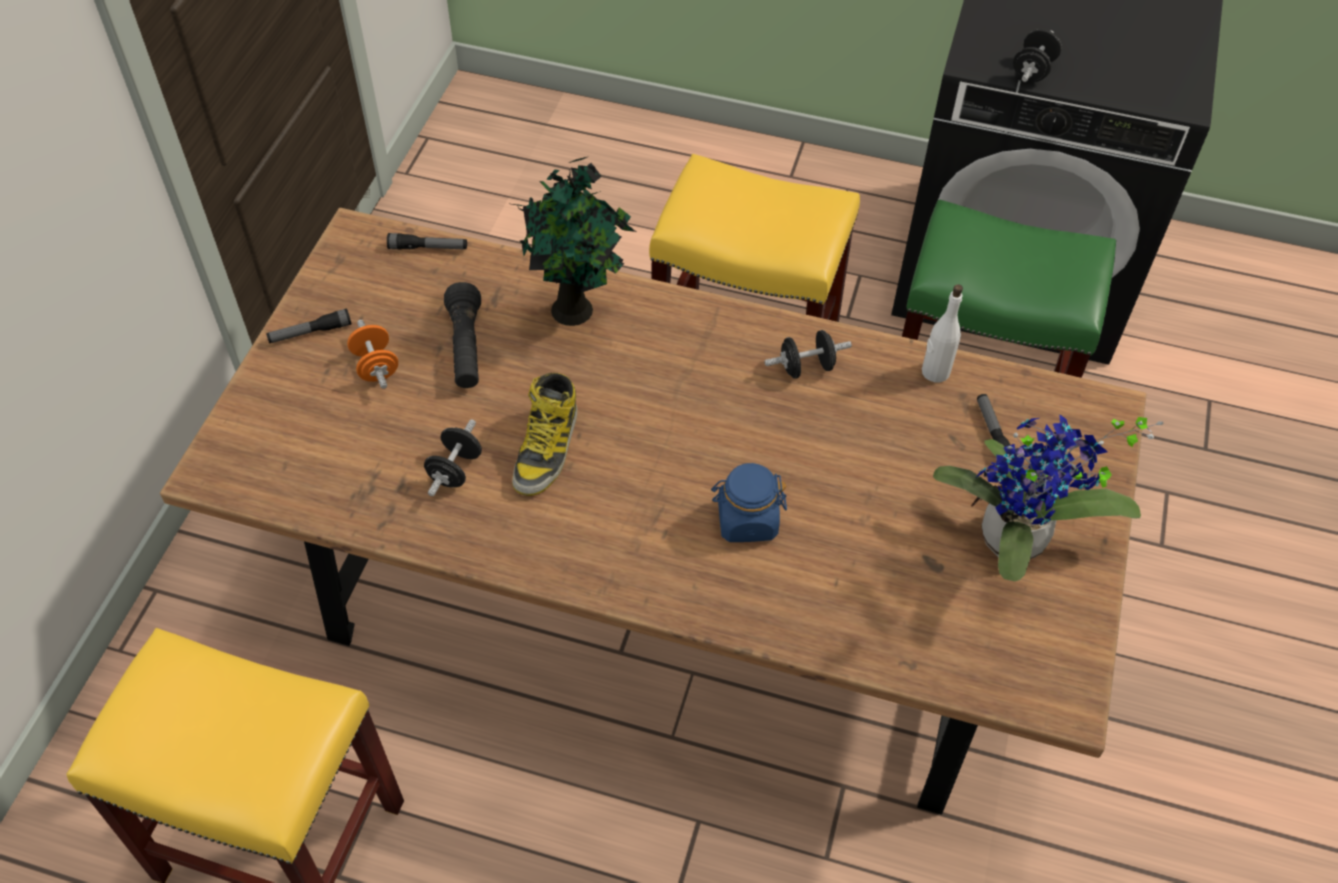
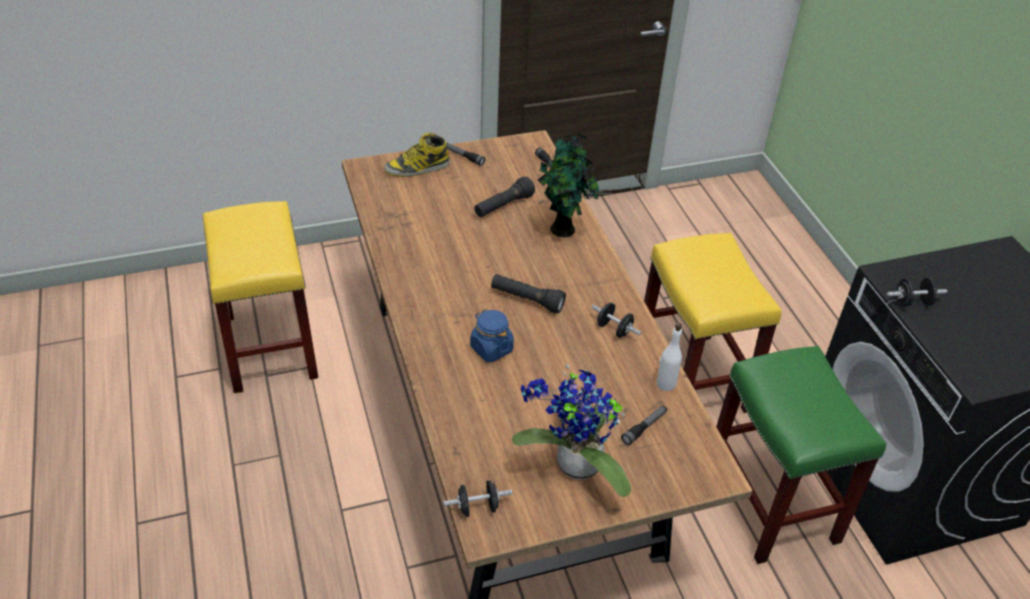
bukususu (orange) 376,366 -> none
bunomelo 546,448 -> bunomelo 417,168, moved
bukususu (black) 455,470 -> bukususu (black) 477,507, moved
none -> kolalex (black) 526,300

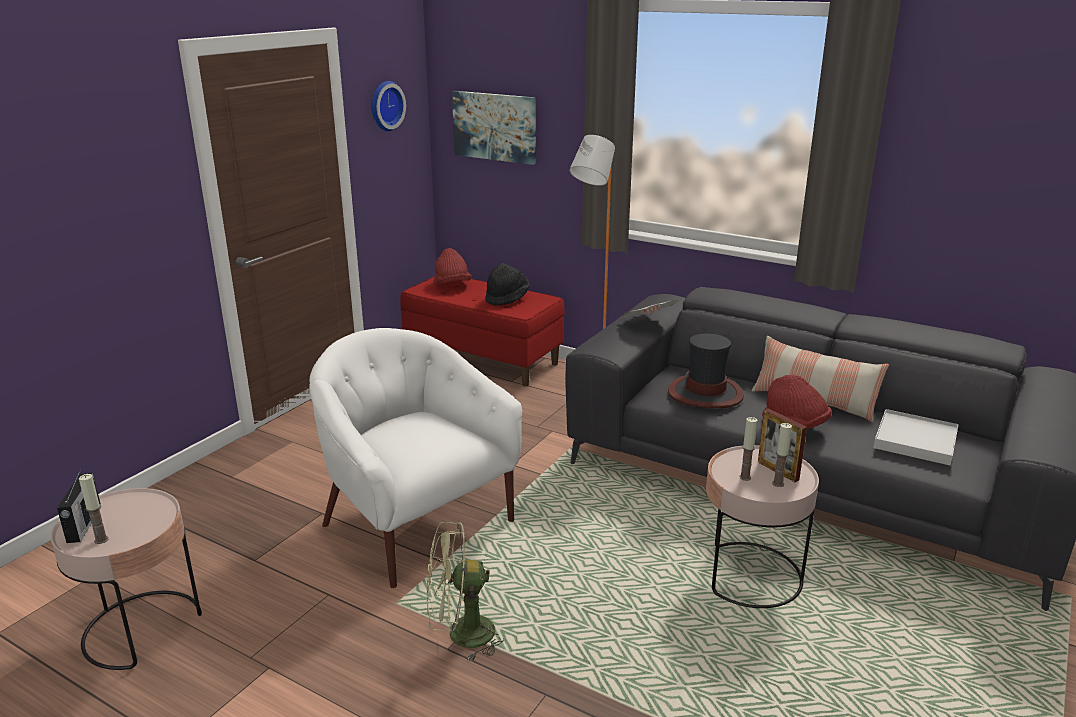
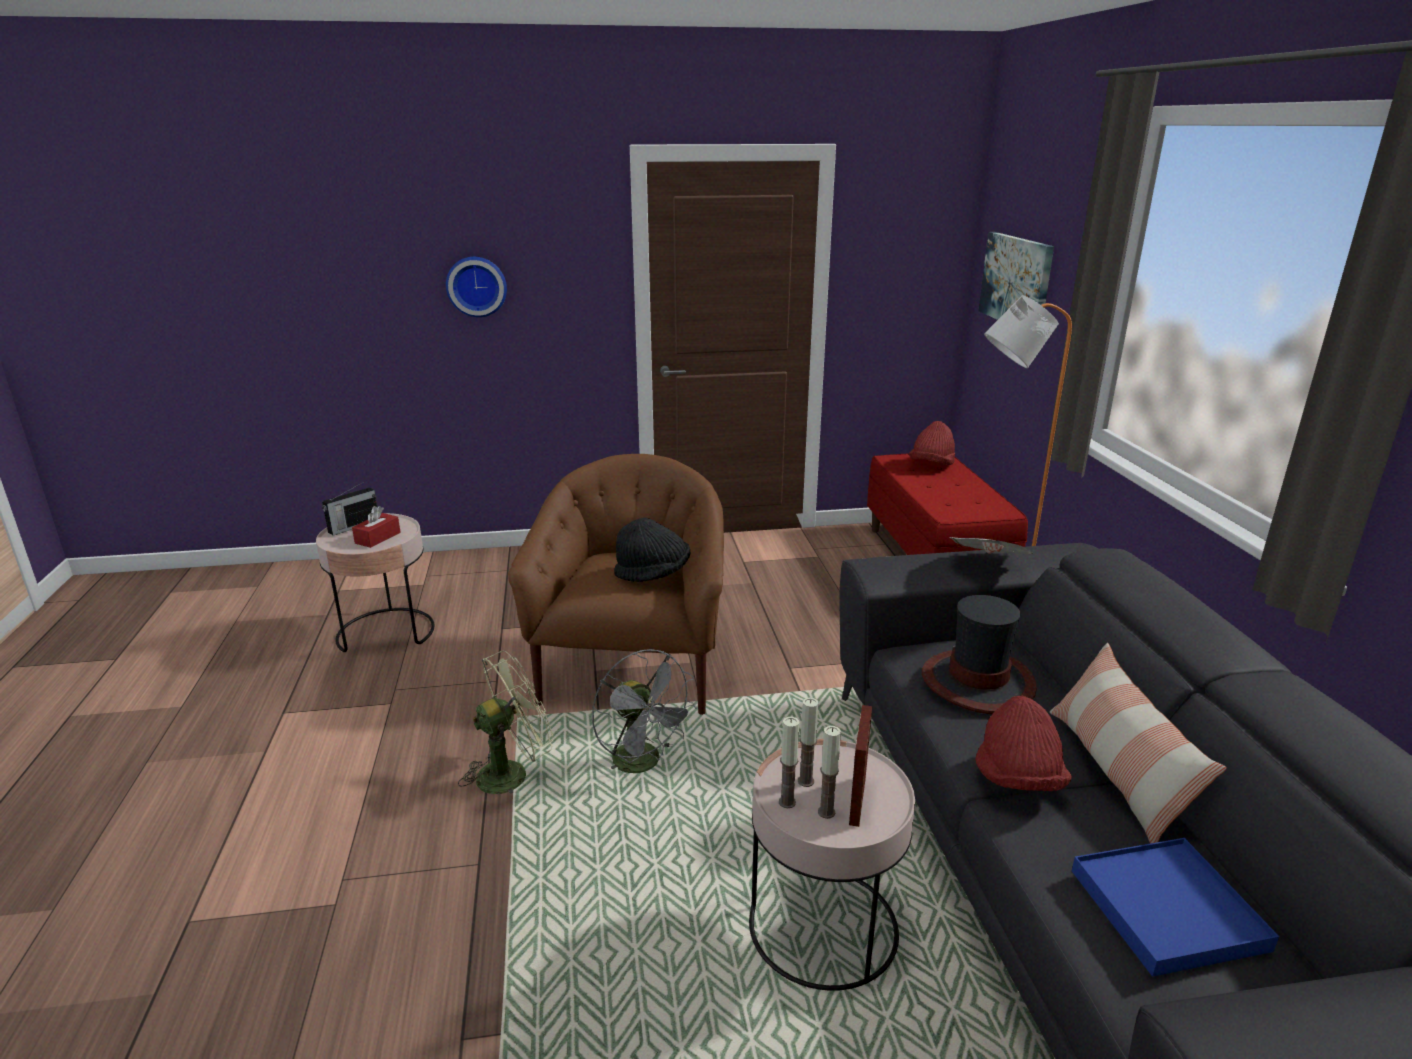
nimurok 385,105 -> nimurok 476,286, moved
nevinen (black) 507,298 -> nevinen (black) 653,574, moved
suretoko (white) 415,523 -> suretoko (brown) 633,668
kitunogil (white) 915,440 -> kitunogil (blue) 1167,909
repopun 101,540 -> repopun 787,802, moved
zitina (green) 461,635 -> zitina (green) 512,772, 105 degrees clockwise
none -> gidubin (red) 378,538
none -> zitina (grey) 644,764

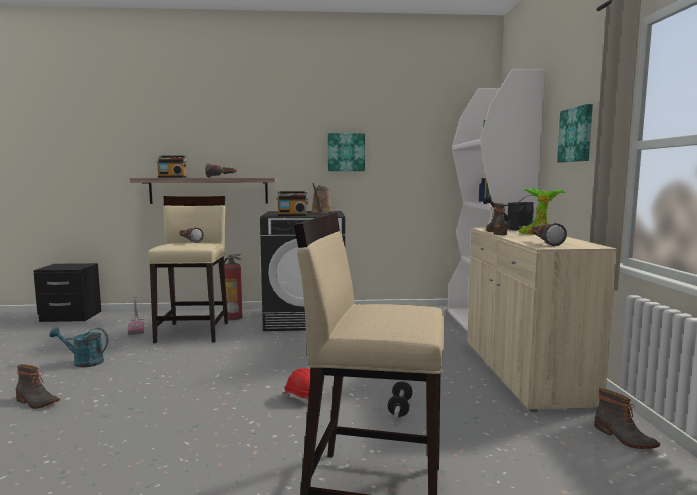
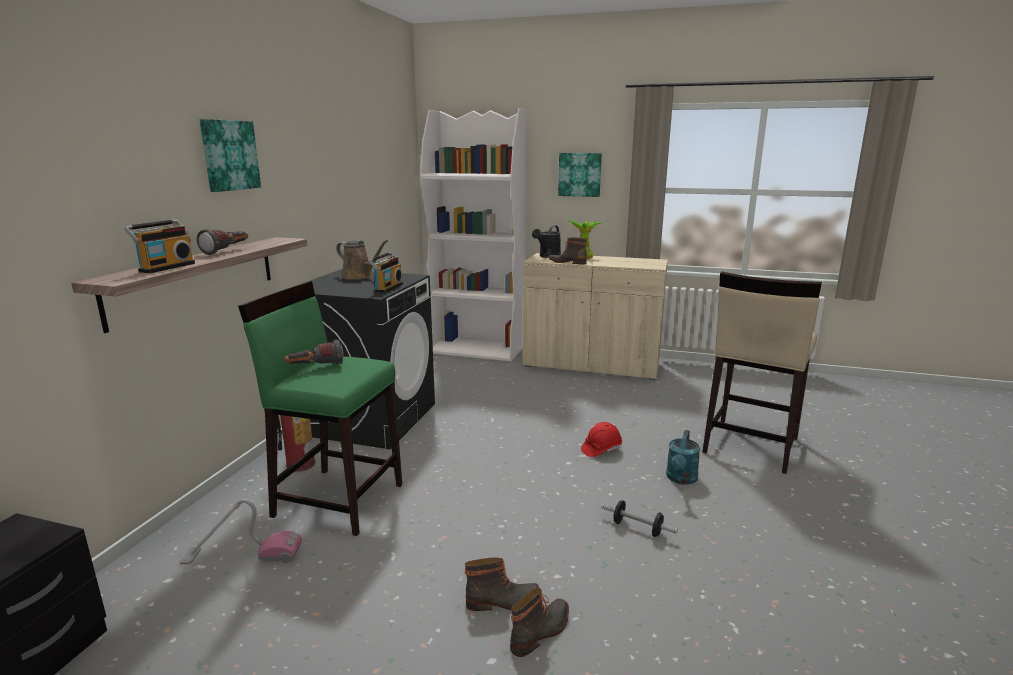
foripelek 346,152 -> foripelek 229,155, moved
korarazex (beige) 193,332 -> korarazex (green) 338,499
kolalex 544,243 -> none
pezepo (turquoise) 83,362 -> pezepo (turquoise) 681,479, moved
bukususu 400,408 -> bukususu 637,528, moved
bunomelo 624,438 -> bunomelo 503,601, moved

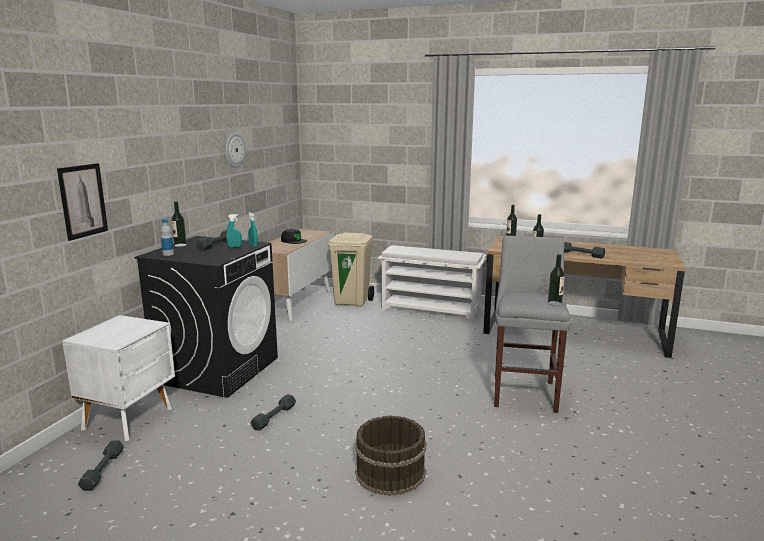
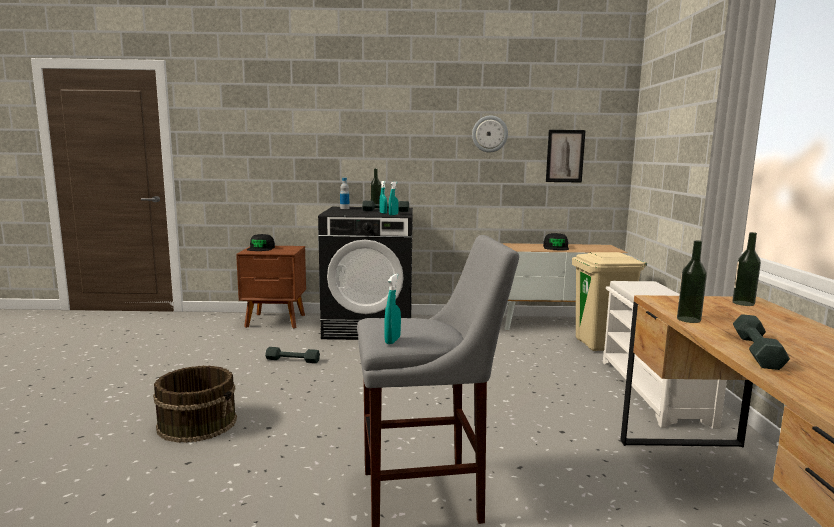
foripelek 83,201 -> foripelek 565,156, moved
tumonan 554,303 -> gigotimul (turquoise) 392,340
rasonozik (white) 130,418 -> rasonozik (brown) 276,321
bukususu (grey) 102,470 -> none
none -> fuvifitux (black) 261,248

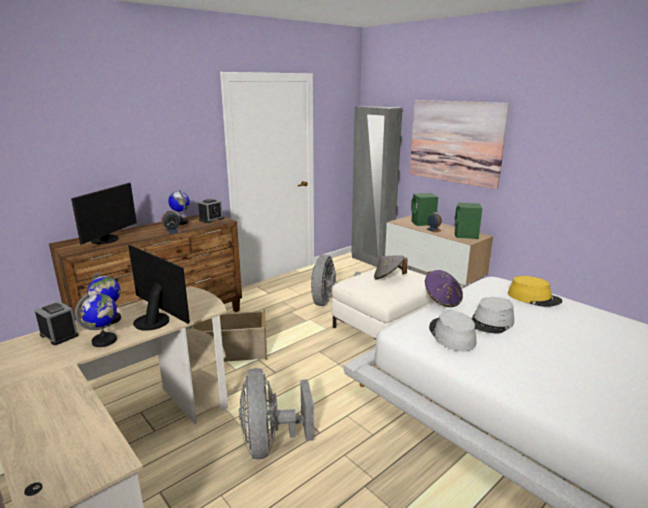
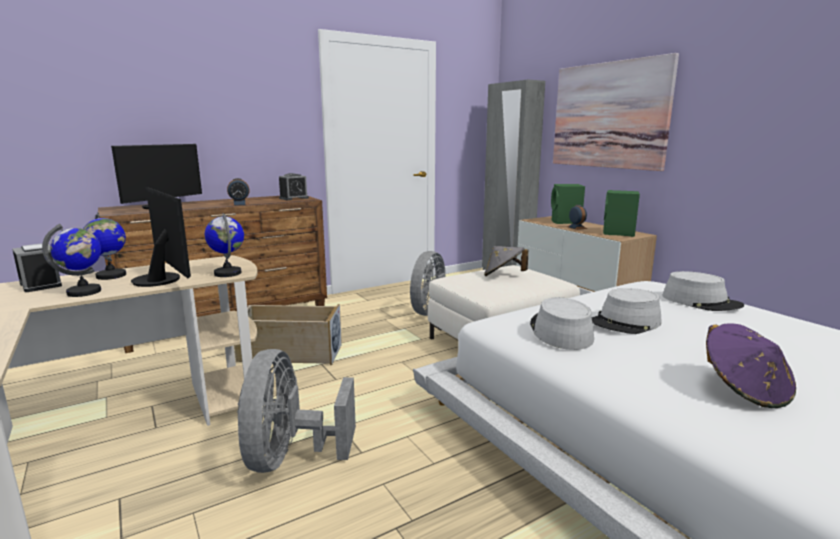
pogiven 181,222 -> pogiven 228,273, moved
nevinen (purple) 442,300 -> nevinen (purple) 744,390, moved
nevinen (yellow) 534,298 -> nevinen (grey) 701,301

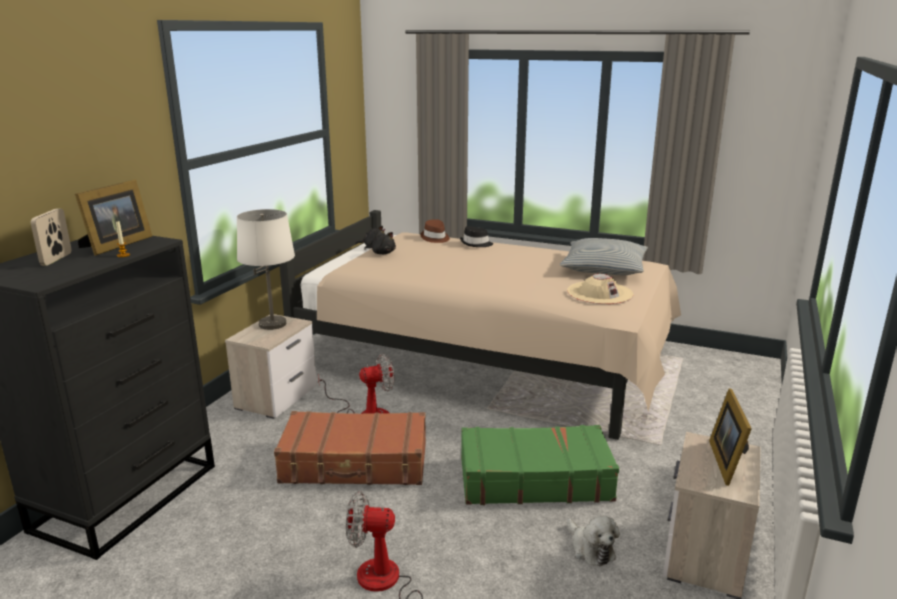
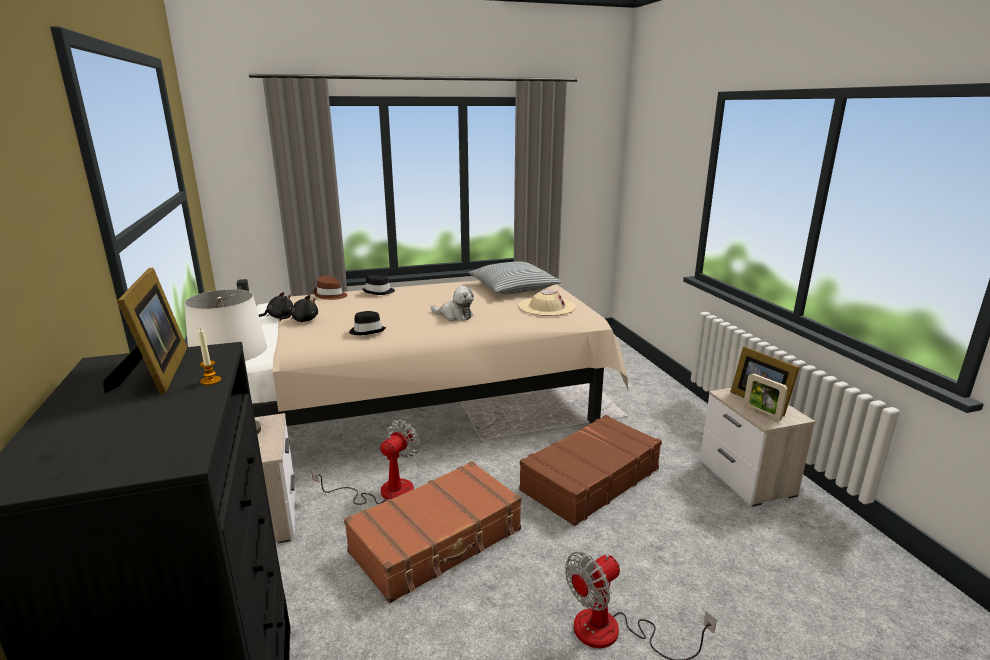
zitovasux 56,259 -> zitovasux 761,414, moved
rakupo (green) 534,478 -> rakupo (brown) 589,479
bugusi 590,548 -> bugusi 454,316, moved
none -> nevinen (black) 367,331

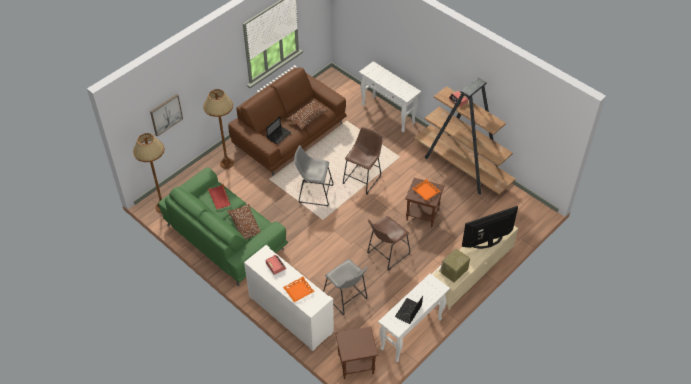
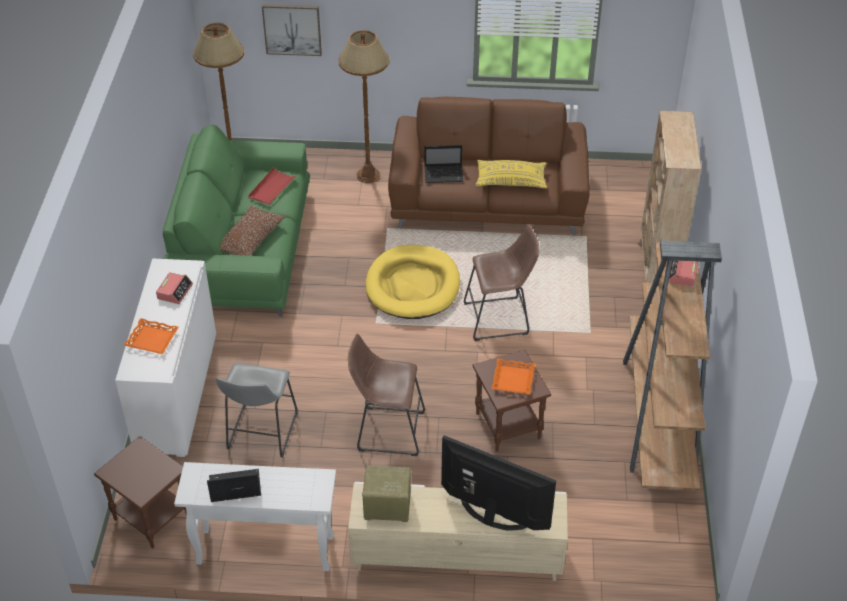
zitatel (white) 388,114 -> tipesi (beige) 656,271
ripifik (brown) 307,117 -> ripifik (yellow) 511,181
korarazex (grey) 313,193 -> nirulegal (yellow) 413,285

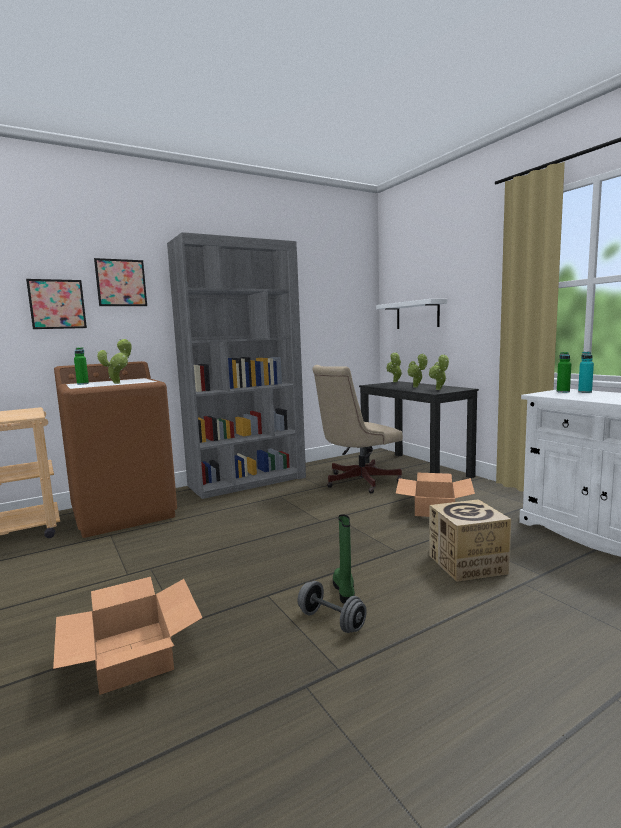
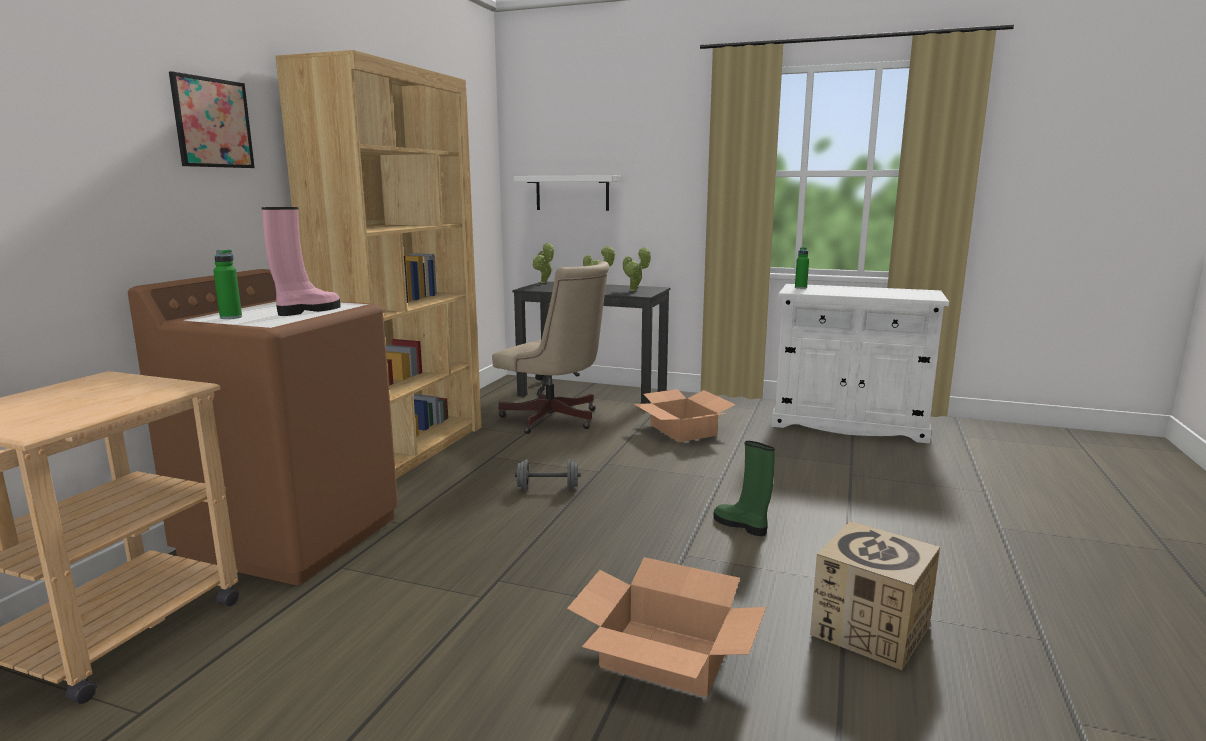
tipesi (grey) 248,481 -> tipesi (brown) 408,449
foripelek 57,304 -> none
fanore 119,383 -> bunomelo (pink) 307,311
tumonan (turquoise) 585,392 -> none
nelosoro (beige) 356,482 -> nelosoro (beige) 555,420, 75 degrees counterclockwise
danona 467,564 -> danona 870,630, moved
bukususu (grey) 331,621 -> bukususu (grey) 548,488, moved

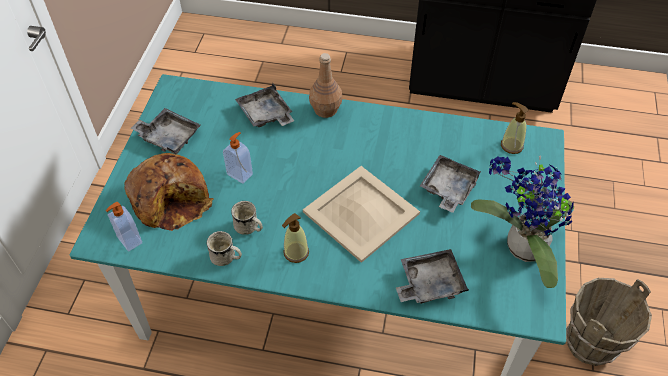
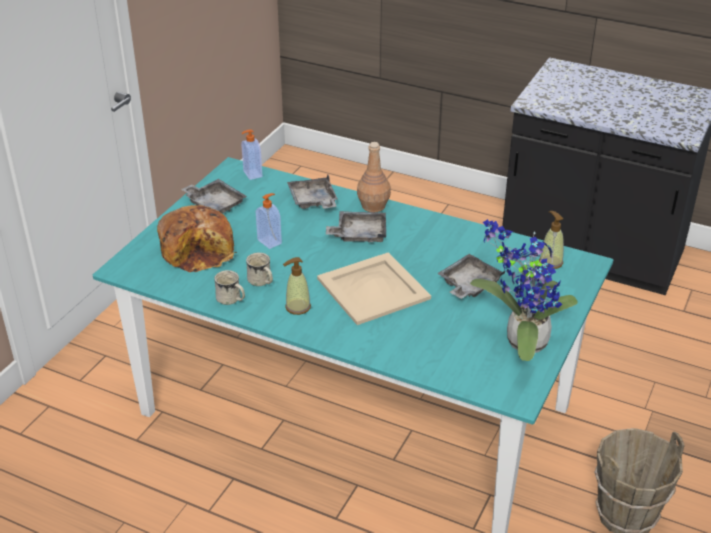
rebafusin 129,240 -> rebafusin 252,174, moved
kitunogil (grey) 429,283 -> kitunogil (grey) 359,234, moved

